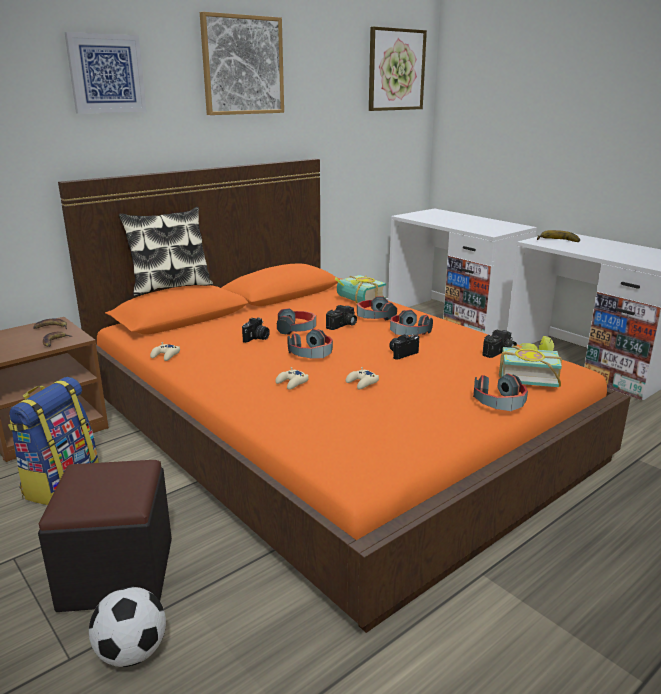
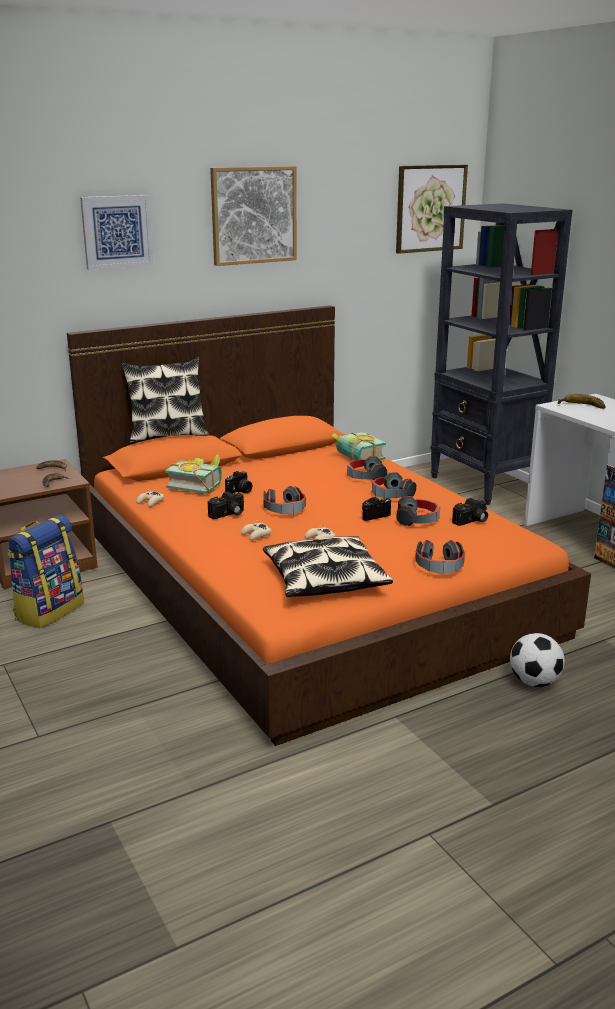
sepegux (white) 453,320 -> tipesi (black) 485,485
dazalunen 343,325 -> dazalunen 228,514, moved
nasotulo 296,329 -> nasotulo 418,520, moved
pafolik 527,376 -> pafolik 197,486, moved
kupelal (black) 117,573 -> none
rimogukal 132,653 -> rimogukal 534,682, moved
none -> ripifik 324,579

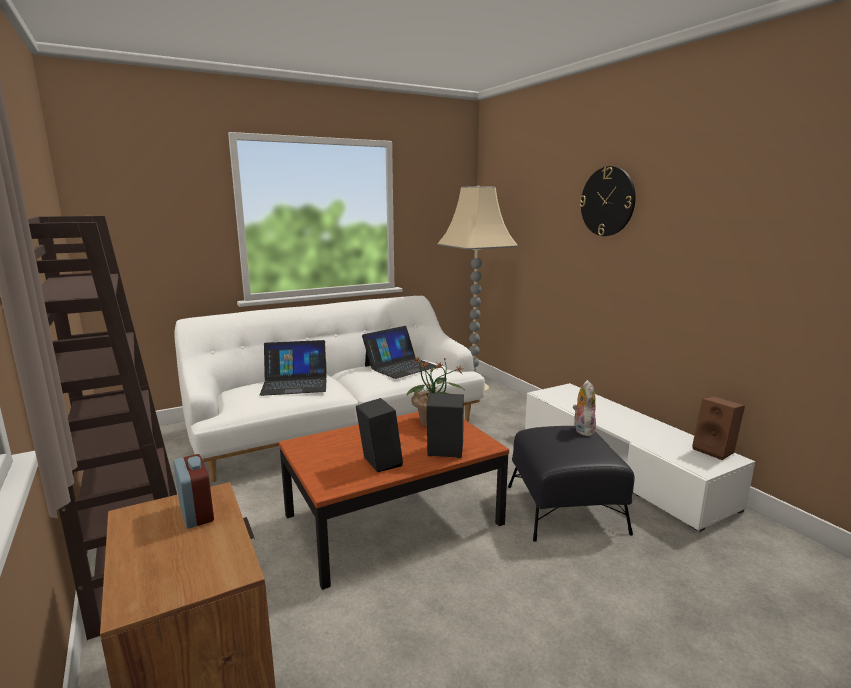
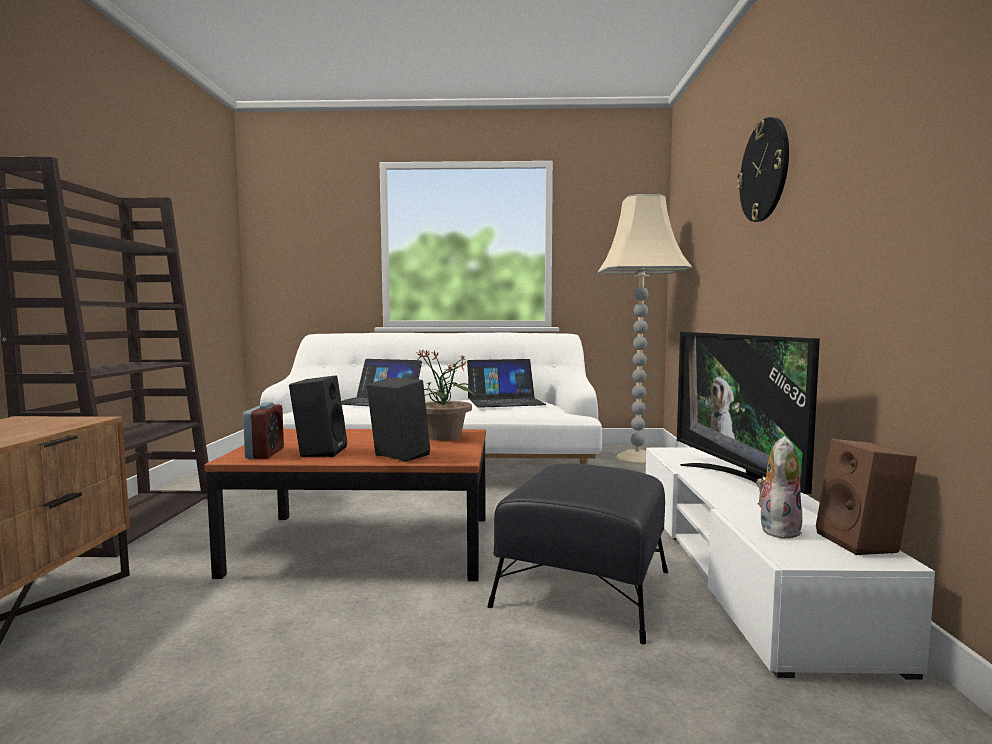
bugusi 582,430 -> bugusi 777,529, moved
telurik 196,513 -> telurik 265,453, moved
none -> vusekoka 739,482

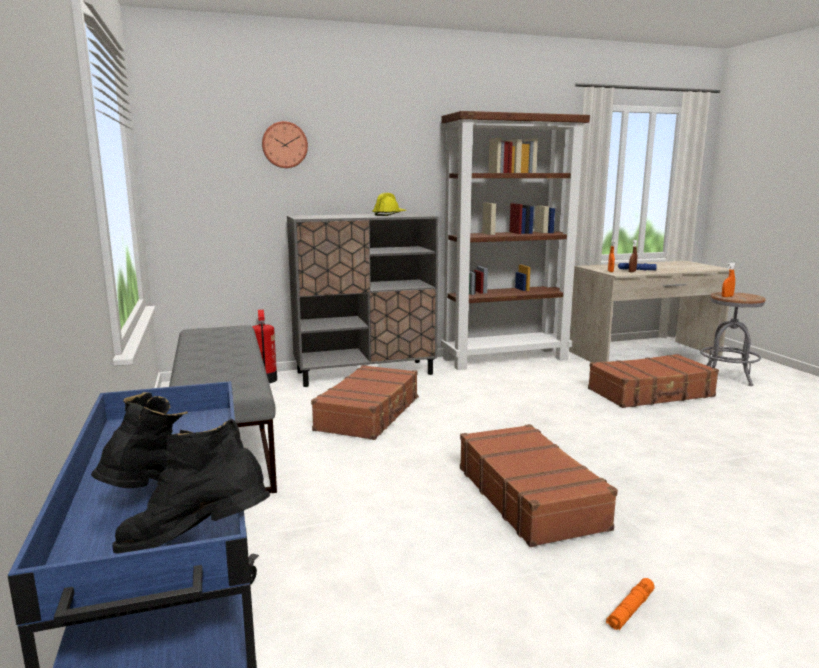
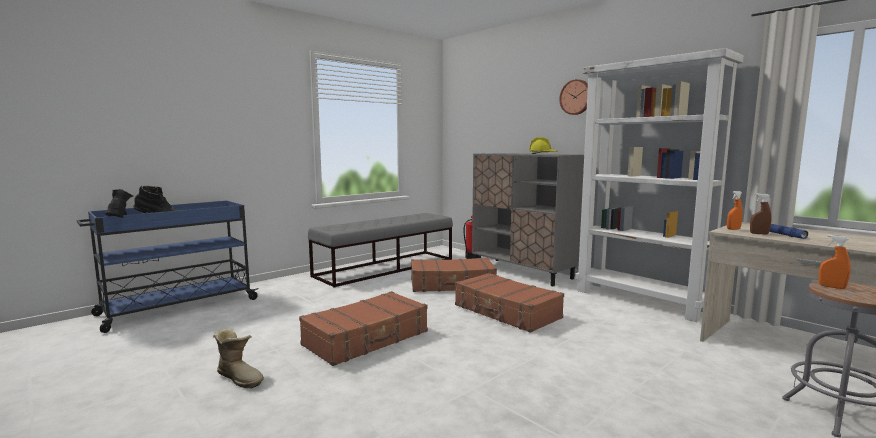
tipesi (brown) 506,358 -> tipesi (white) 641,300
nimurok 284,145 -> nimurok 576,97, moved
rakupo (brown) 651,393 -> rakupo (brown) 506,312, moved
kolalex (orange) 630,610 -> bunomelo 240,377

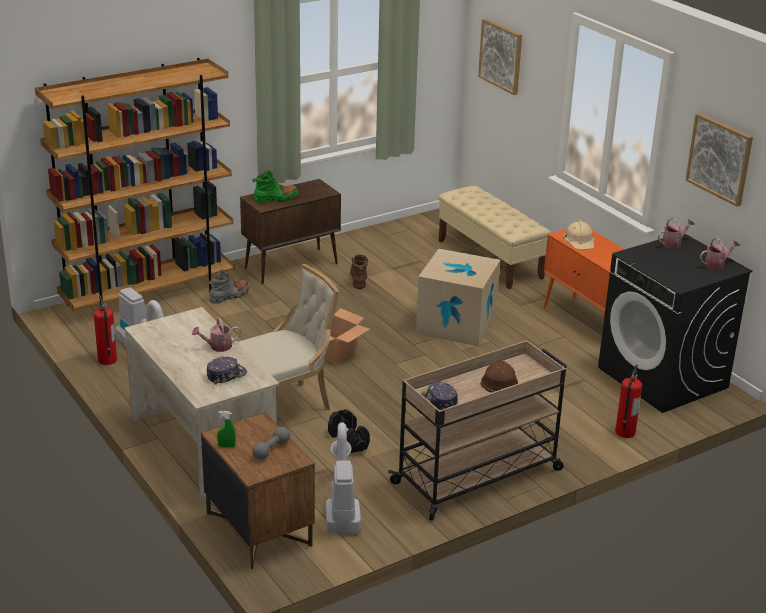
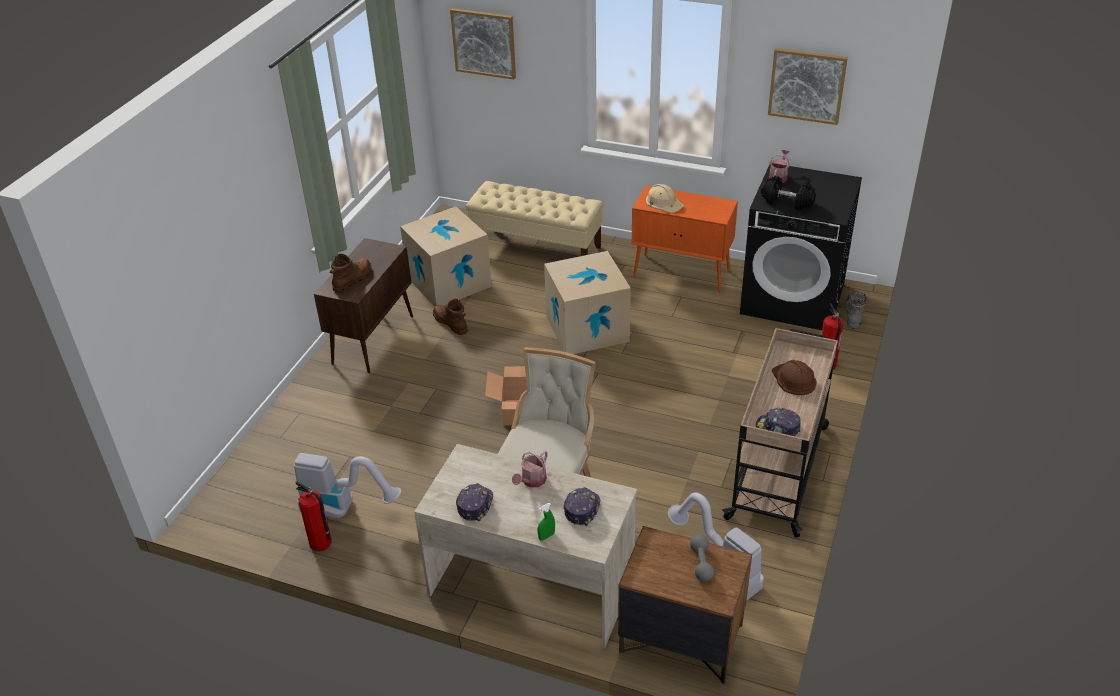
tipesi (brown) 149,295 -> none
bunomelo (green) 276,198 -> bunomelo (brown) 352,280
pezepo 717,264 -> none
bunomelo (grey) 229,296 -> bunomelo (grey) 853,314, moved
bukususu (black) 348,440 -> bukususu (black) 786,202, moved
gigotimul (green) 226,446 -> gigotimul (green) 546,536, moved
none -> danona 449,282
none -> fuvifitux 475,505

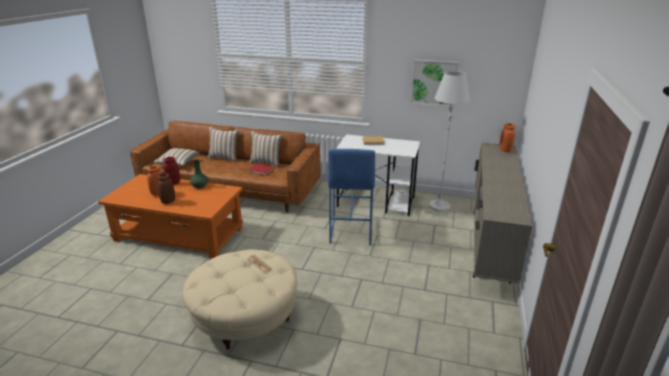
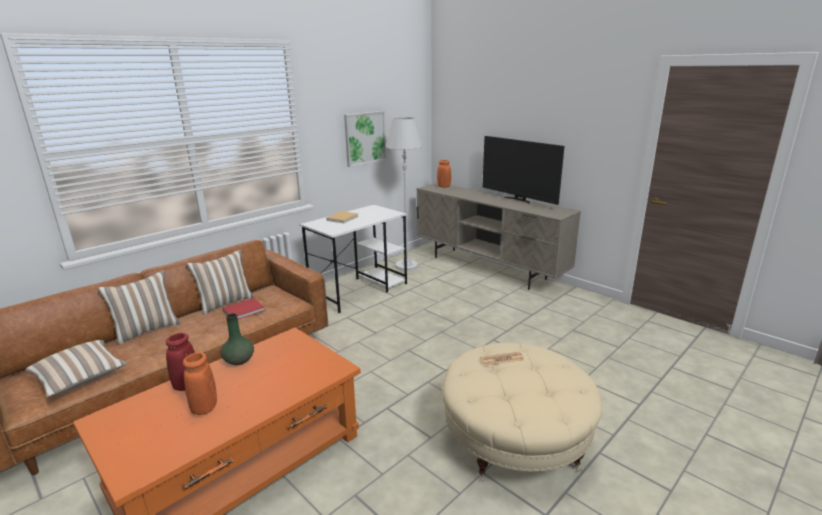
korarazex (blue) 350,231 -> none
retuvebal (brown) 168,201 -> none
none -> vusekoka 518,200

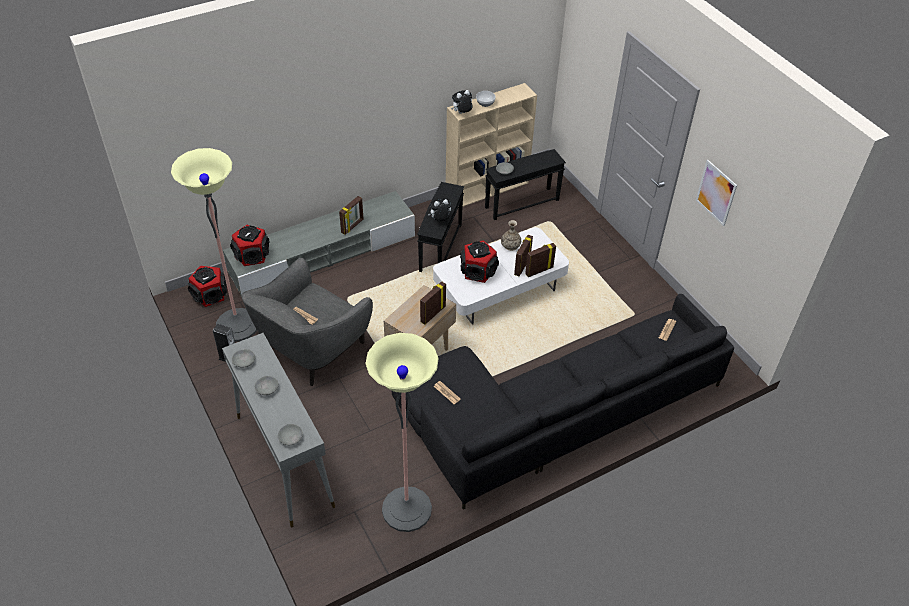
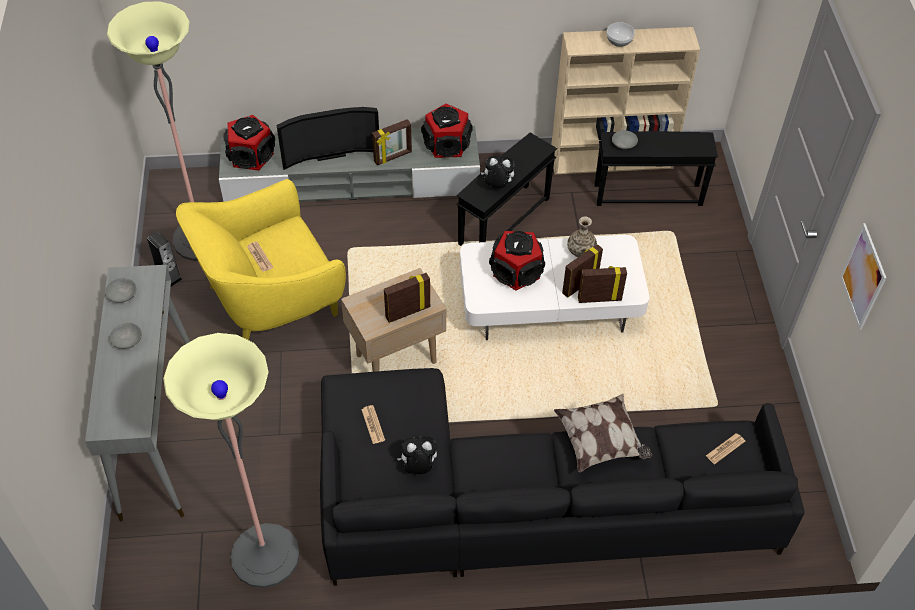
bugusi 462,113 -> bugusi 418,467, moved
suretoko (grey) 311,347 -> suretoko (yellow) 270,299
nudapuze 211,295 -> nudapuze 447,145, moved
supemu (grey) 291,438 -> none
none -> vusekoka 329,152
none -> ripifik 600,442

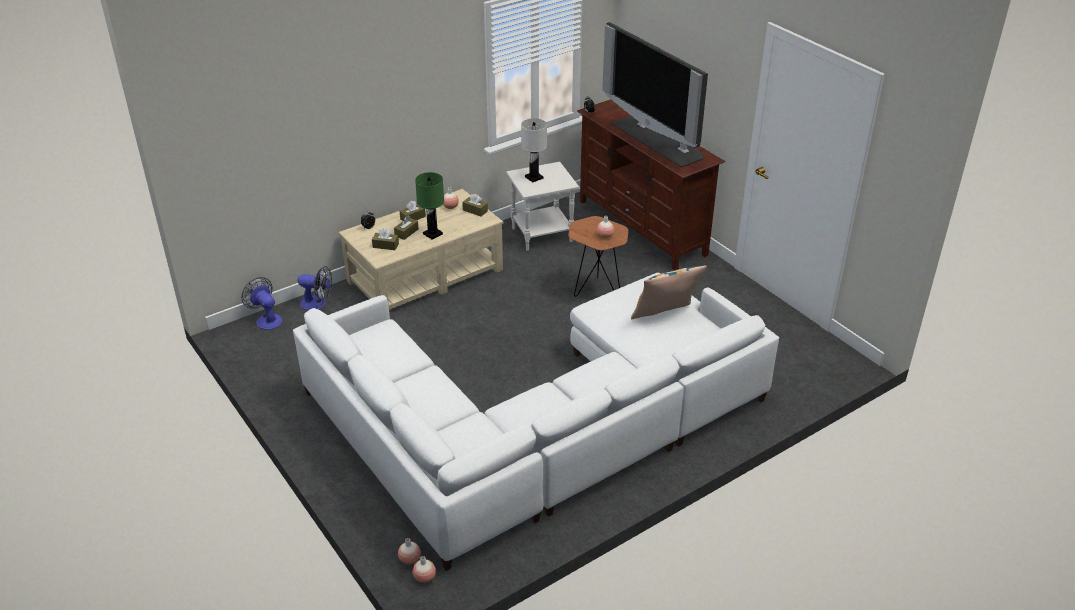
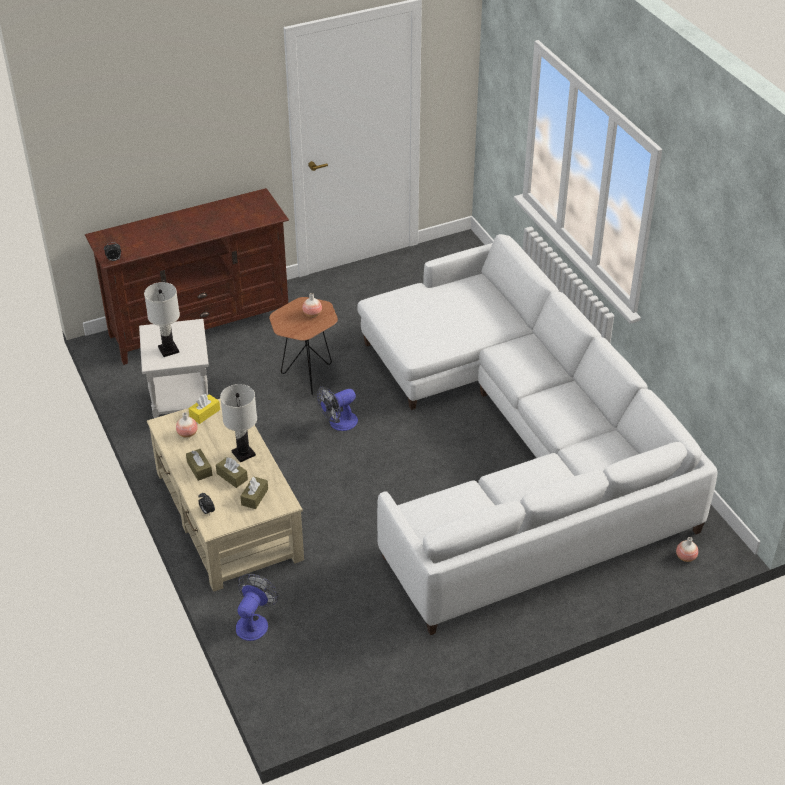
vusekoka 658,140 -> none
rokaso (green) 432,234 -> rokaso (white) 244,454
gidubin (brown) 475,210 -> gidubin (yellow) 205,413
ripifik 665,317 -> none
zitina 266,319 -> zitina 338,423, moved
retuvebal 424,577 -> none

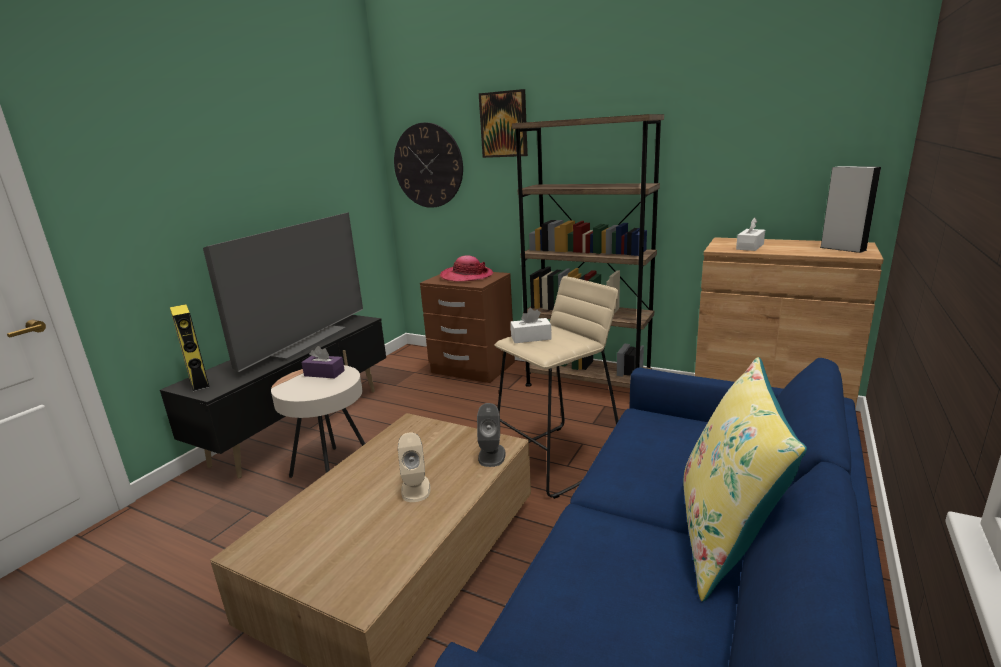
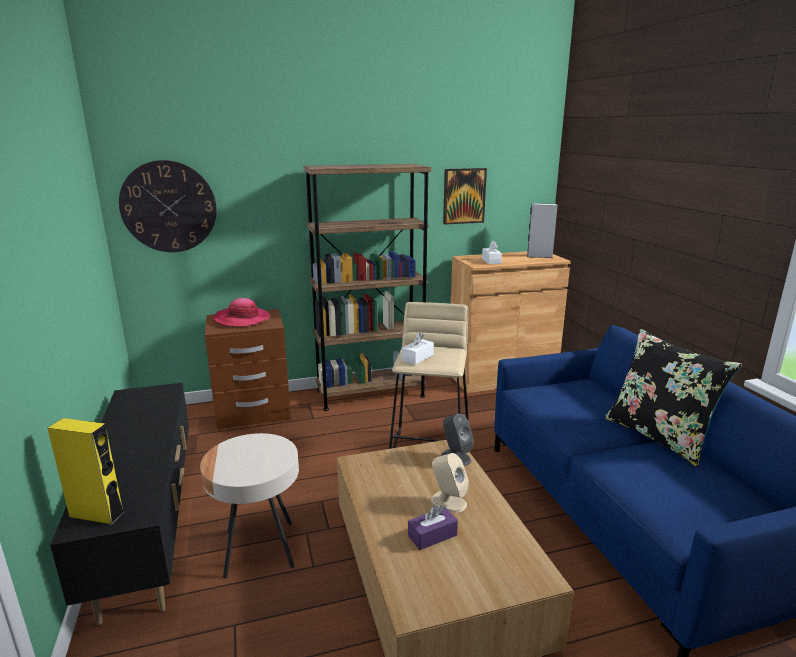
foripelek 504,124 -> foripelek 464,196, moved
vusekoka 302,341 -> none
gidubin (purple) 324,373 -> gidubin (purple) 432,535, moved
ripifik (yellow) 725,537 -> ripifik (black) 659,436

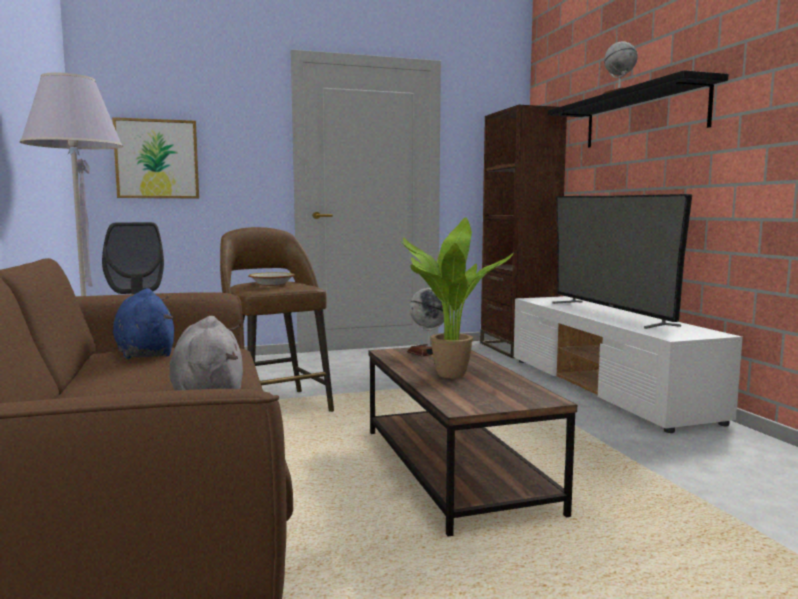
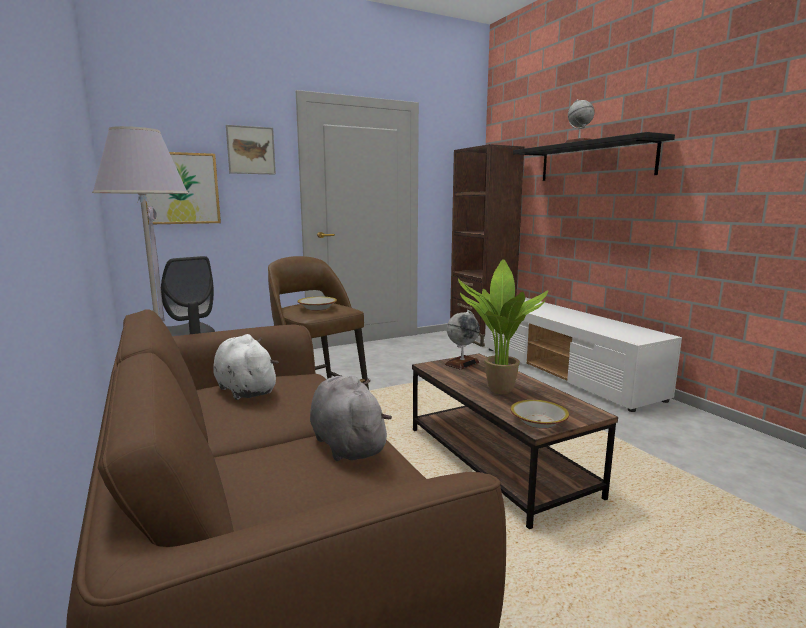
vusekoka 609,313 -> none
bugusi (blue) 145,353 -> bugusi (white) 244,389
none -> foripelek 251,150
none -> supemu 538,422

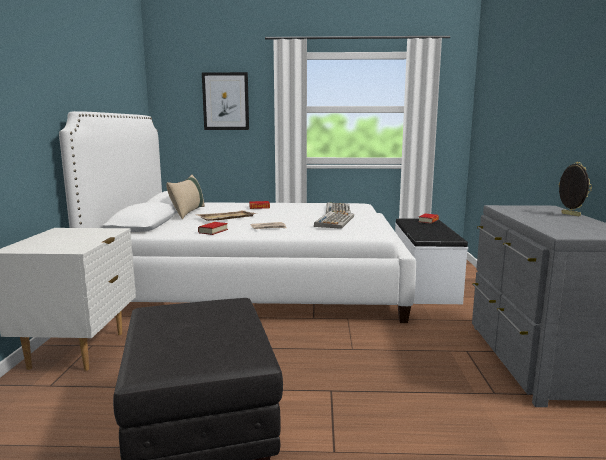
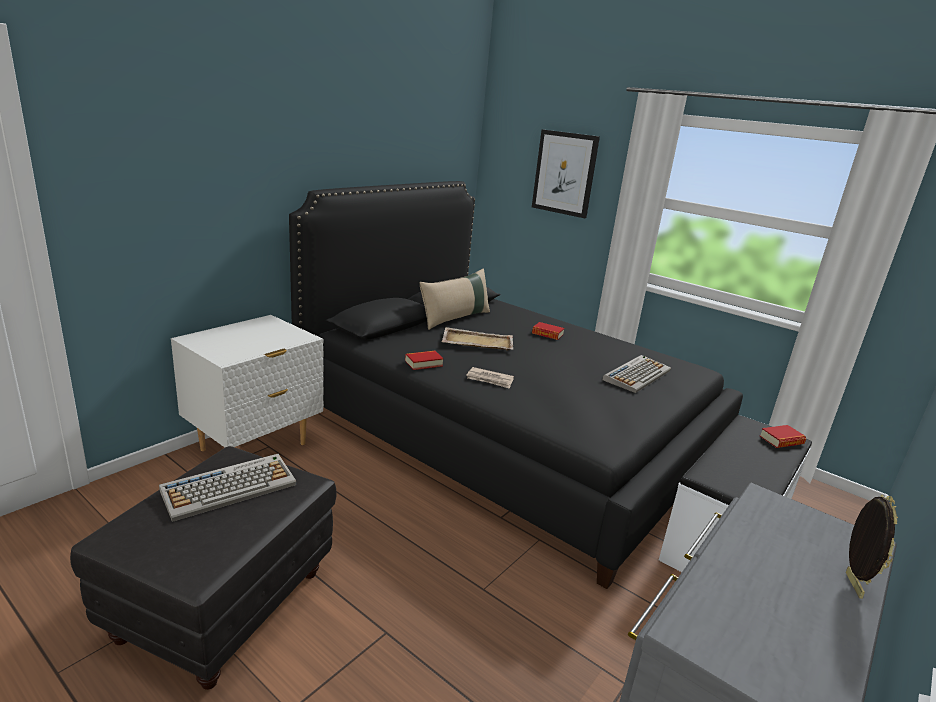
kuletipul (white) 257,283 -> kuletipul (black) 505,433
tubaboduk 334,221 -> tubaboduk 230,487, moved

